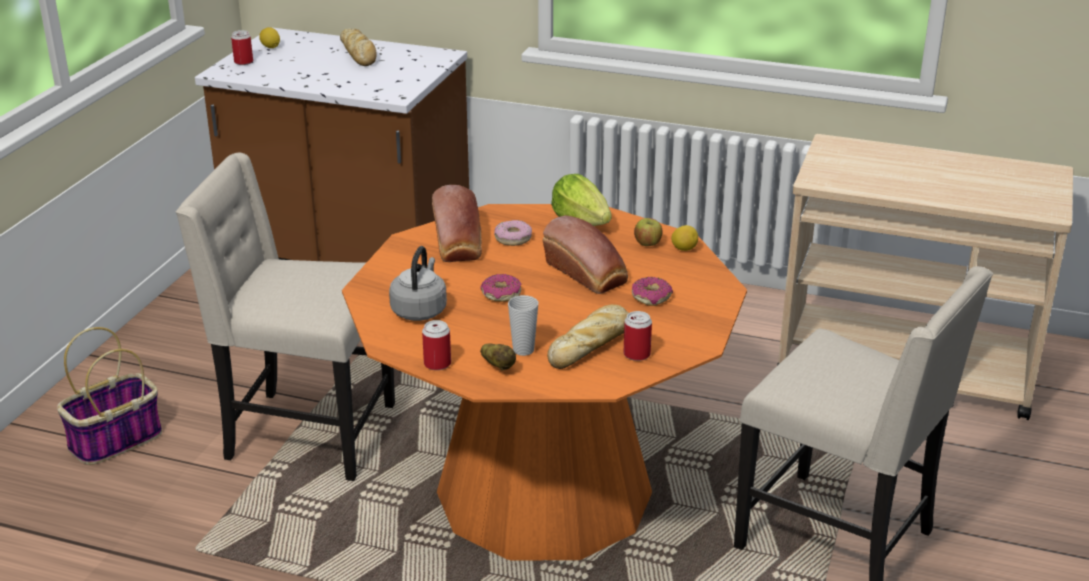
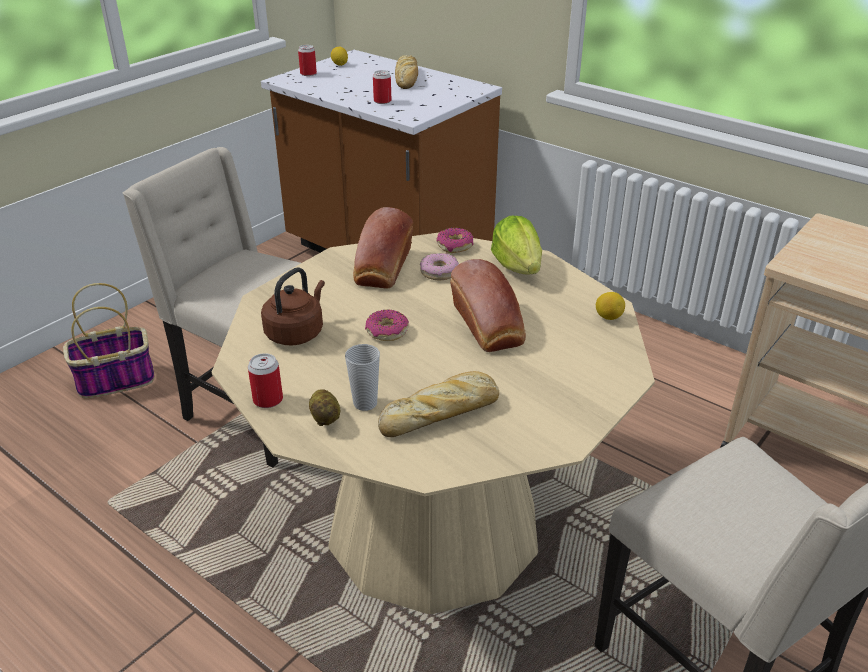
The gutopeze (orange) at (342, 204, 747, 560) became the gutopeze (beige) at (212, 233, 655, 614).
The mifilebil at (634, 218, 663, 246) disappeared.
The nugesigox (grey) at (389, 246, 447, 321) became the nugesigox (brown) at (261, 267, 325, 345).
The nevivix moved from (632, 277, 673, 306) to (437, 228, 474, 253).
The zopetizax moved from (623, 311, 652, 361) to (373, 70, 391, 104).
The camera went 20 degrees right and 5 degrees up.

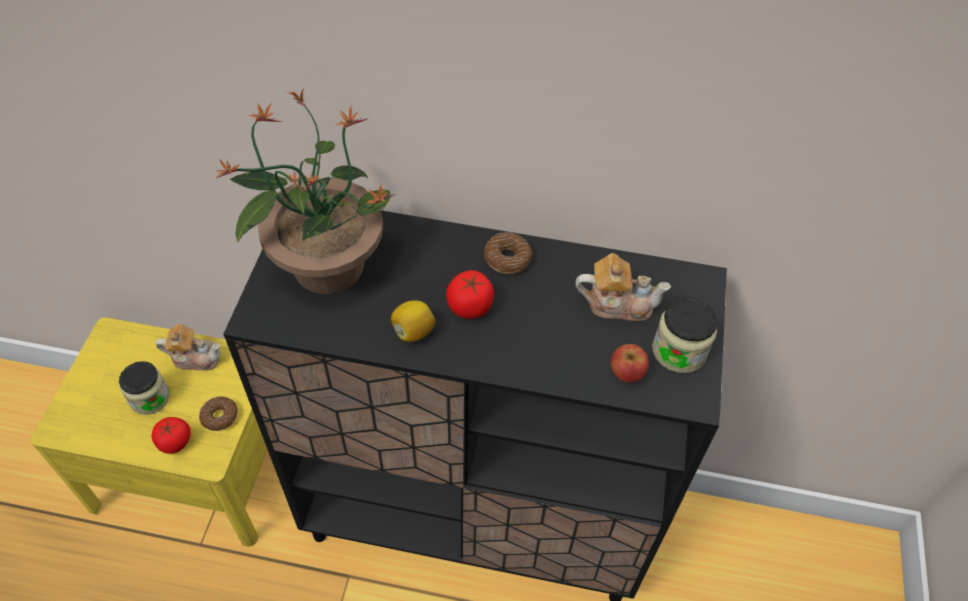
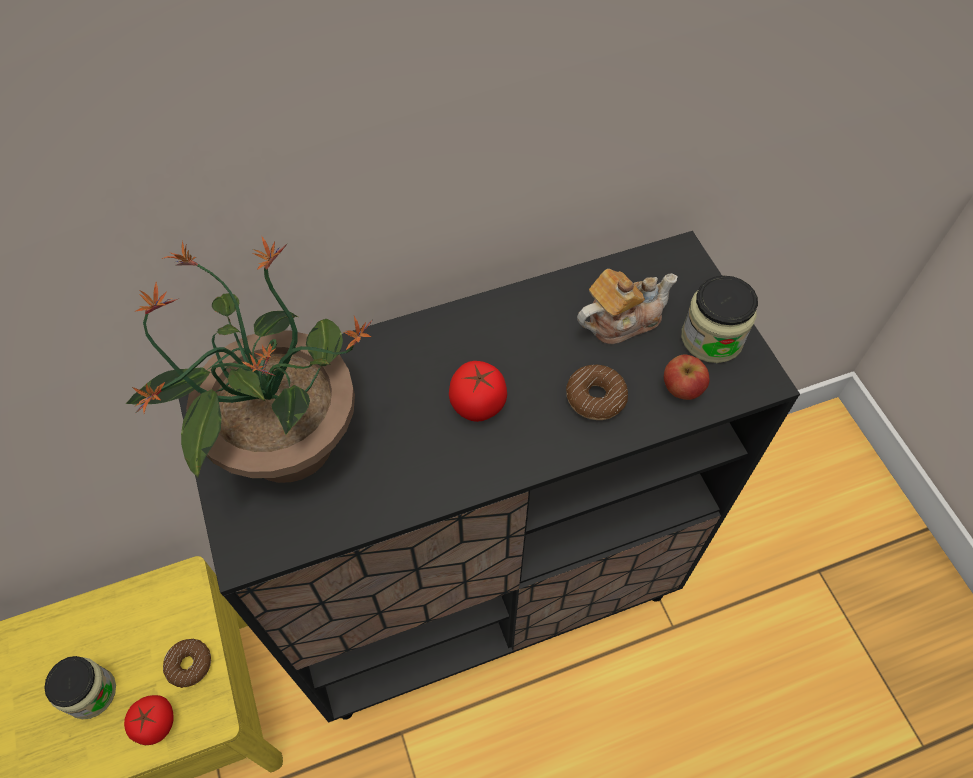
The nevivix moved from (484, 232, 532, 274) to (566, 365, 628, 420).
The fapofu at (391, 300, 435, 342) disappeared.
The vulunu at (156, 324, 221, 371) disappeared.
The camera went 30 degrees left and 5 degrees up.

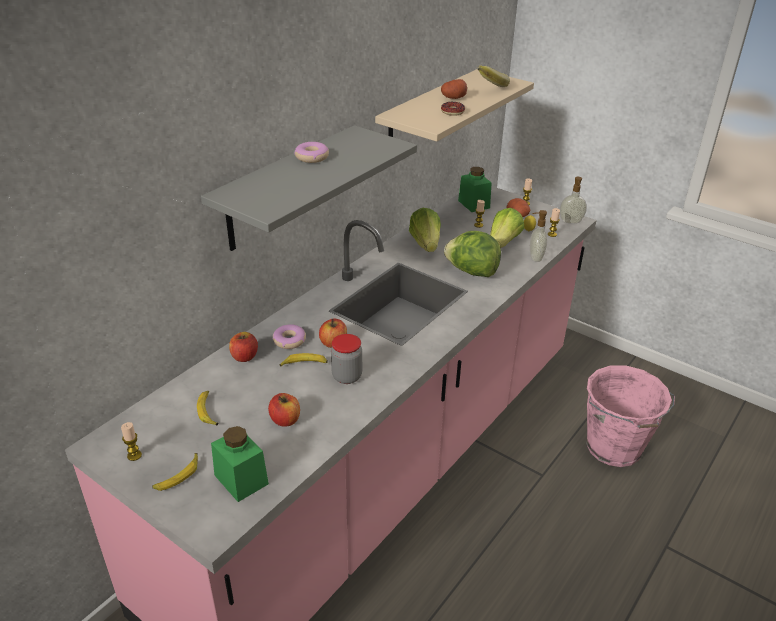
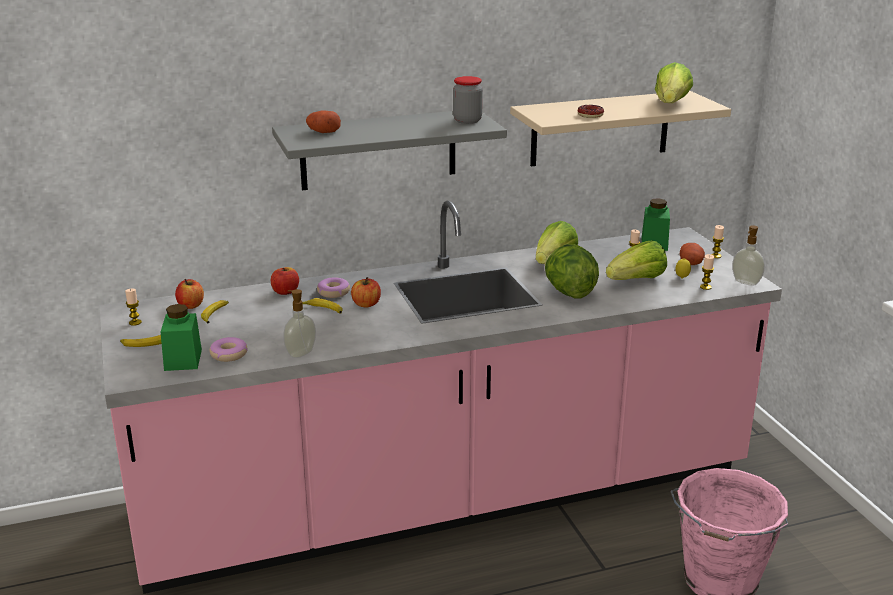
The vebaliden at (477, 65, 510, 87) was replaced by the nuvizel at (655, 62, 693, 103).
The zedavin moved from (441, 79, 467, 99) to (306, 111, 341, 133).
The nevivix moved from (294, 142, 329, 163) to (210, 337, 247, 362).
The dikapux moved from (530, 210, 547, 262) to (283, 289, 316, 358).
The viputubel moved from (331, 334, 362, 384) to (453, 76, 483, 124).
The mifilebil moved from (268, 393, 300, 427) to (175, 279, 204, 309).
The camera went 35 degrees right and 10 degrees down.

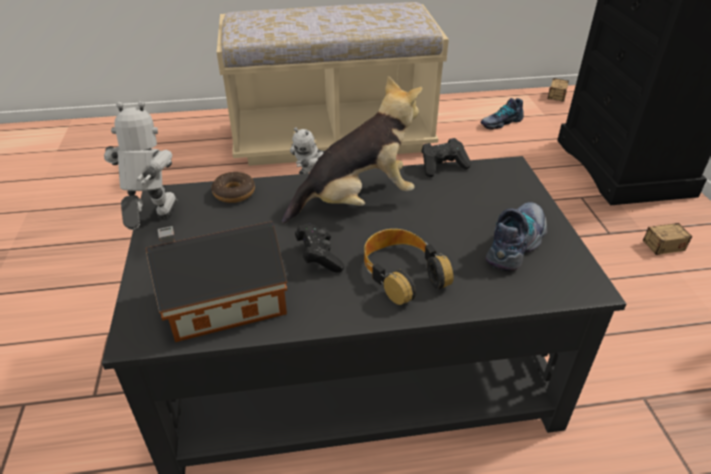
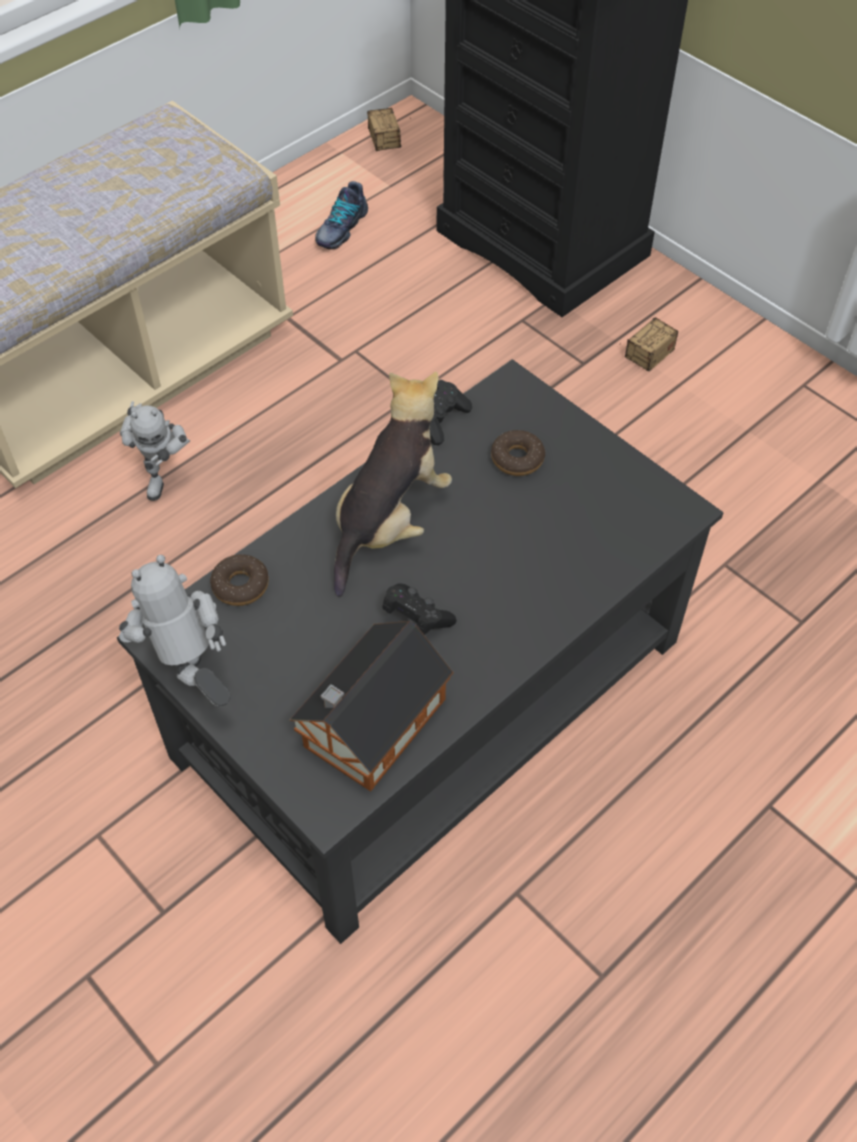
The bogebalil at (486, 202, 547, 271) disappeared.
The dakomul at (364, 229, 453, 305) disappeared.
The nevivix at (491, 430, 545, 476) appeared.
The camera went 35 degrees left and 15 degrees up.

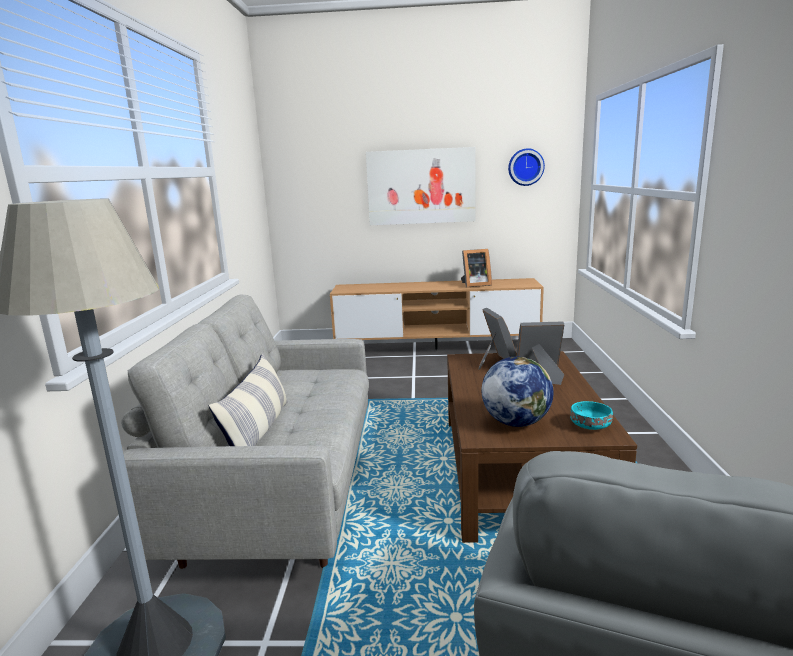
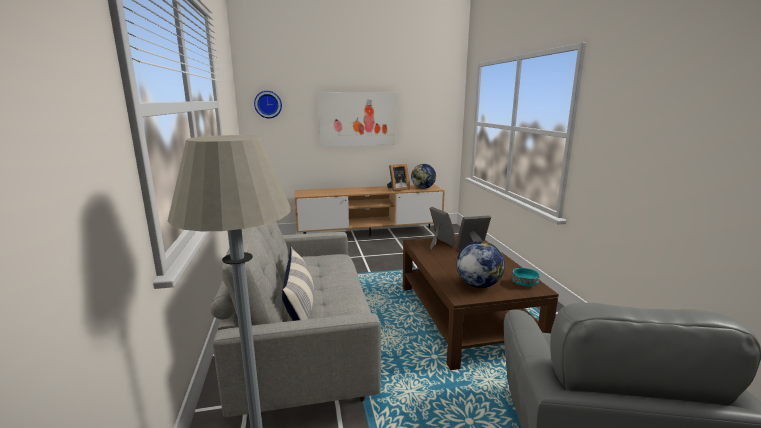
The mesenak moved from (508, 148, 545, 186) to (254, 91, 282, 118).
The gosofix at (411, 164, 436, 189) appeared.
The camera went 15 degrees left and 0 degrees up.

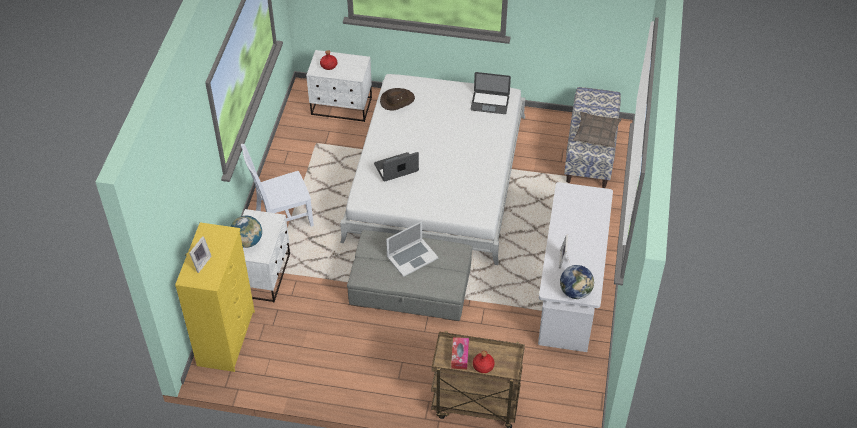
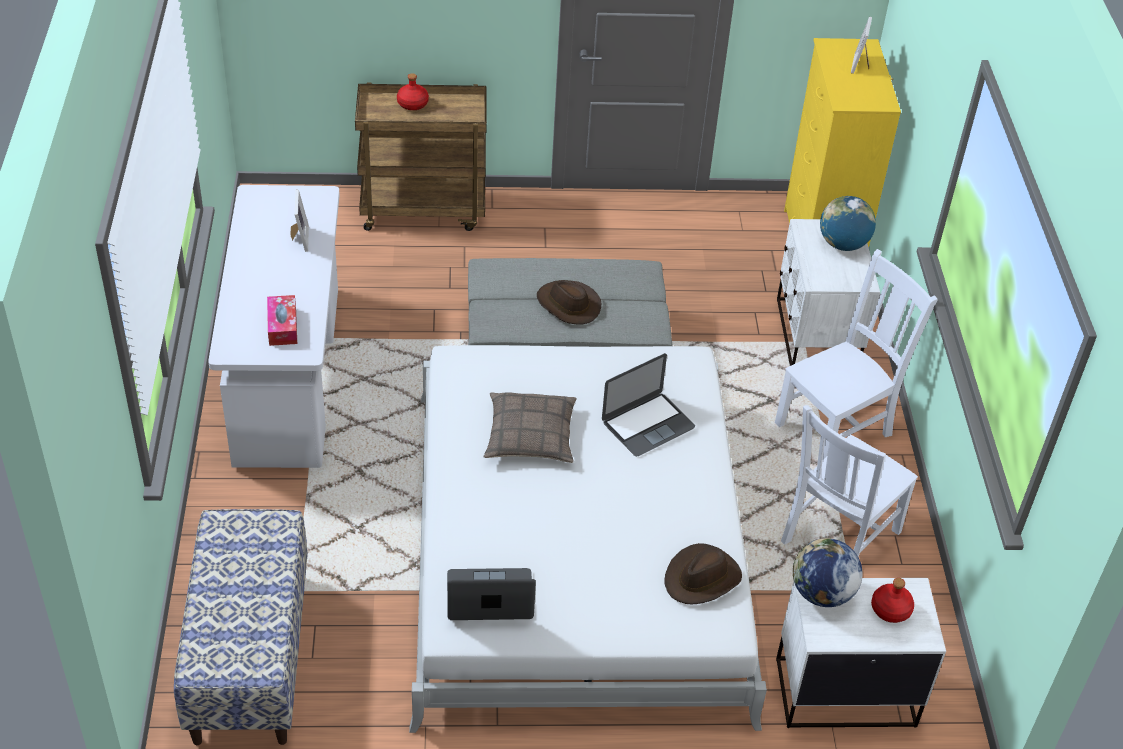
The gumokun moved from (573, 112, 622, 148) to (484, 392, 577, 463).
The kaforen at (386, 221, 439, 277) was replaced by the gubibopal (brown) at (537, 280, 601, 324).
The gosofix moved from (560, 265, 595, 299) to (793, 538, 863, 607).
The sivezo moved from (451, 337, 469, 369) to (267, 295, 297, 346).
The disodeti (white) at (781, 405, 918, 557) appeared.
The camera went 165 degrees right and 5 degrees down.

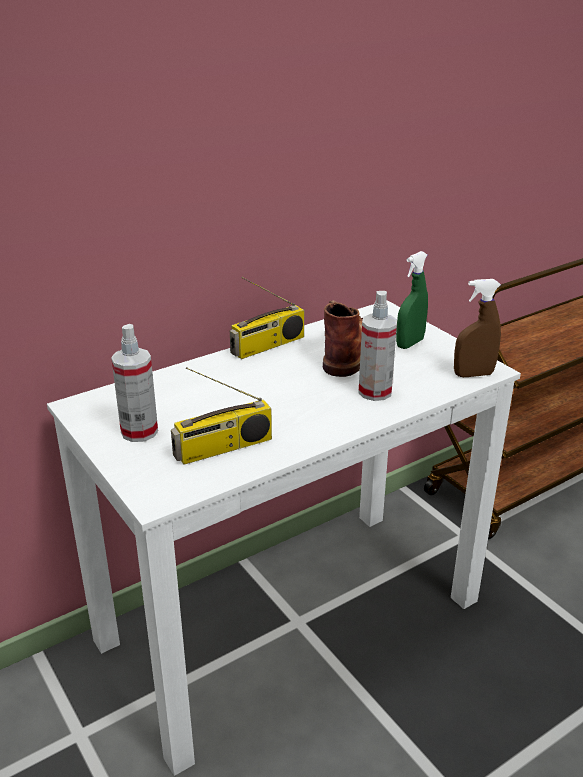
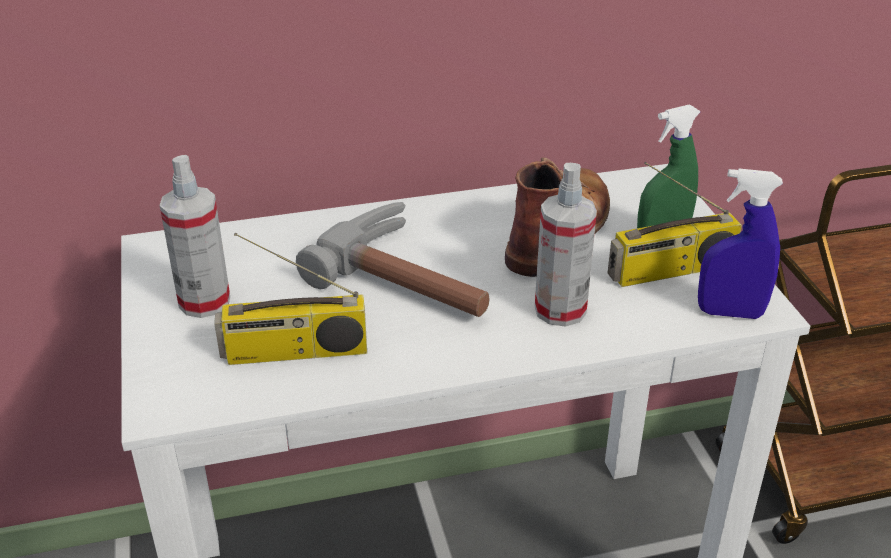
The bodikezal moved from (230, 277, 304, 359) to (608, 162, 742, 287).
The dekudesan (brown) at (454, 279, 501, 377) became the dekudesan (blue) at (698, 168, 783, 319).
The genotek at (296, 202, 489, 317) appeared.
The camera went 20 degrees right and 5 degrees up.

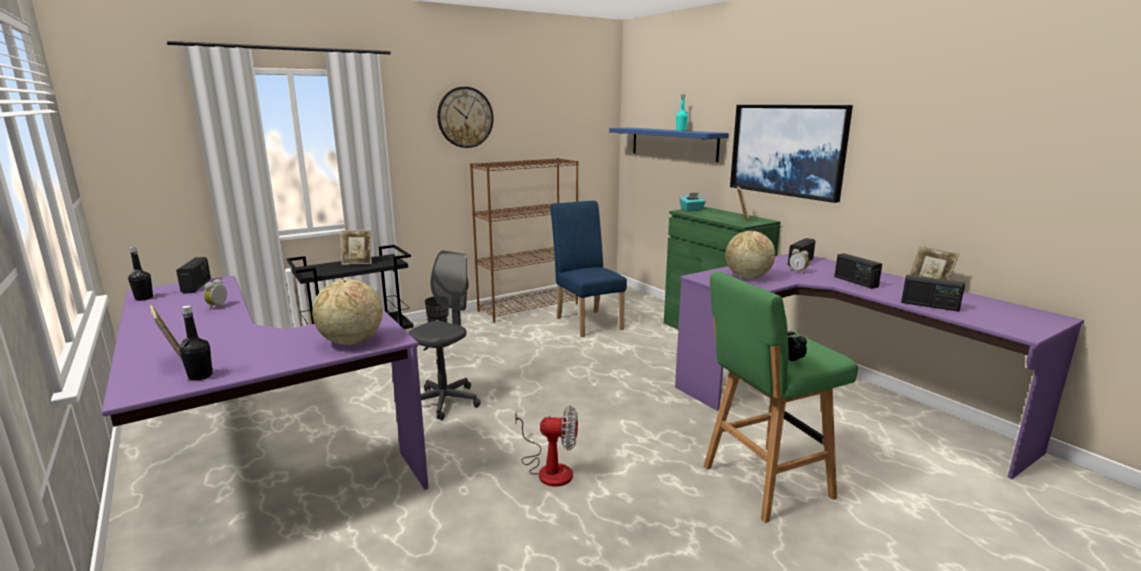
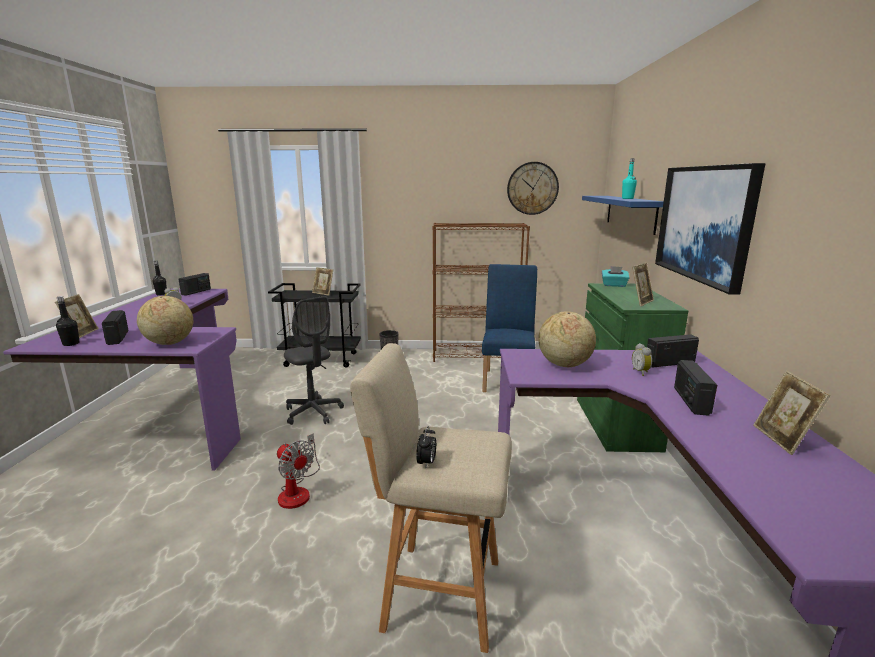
The mesenak moved from (437, 87, 493, 148) to (507, 162, 559, 215).
The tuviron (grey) at (409, 250, 481, 420) turned 75 degrees clockwise.
The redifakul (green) at (703, 272, 858, 523) became the redifakul (beige) at (350, 343, 512, 653).
The bodikezal moved from (901, 275, 965, 312) to (102, 310, 129, 345).
The camera went 35 degrees right and 0 degrees up.

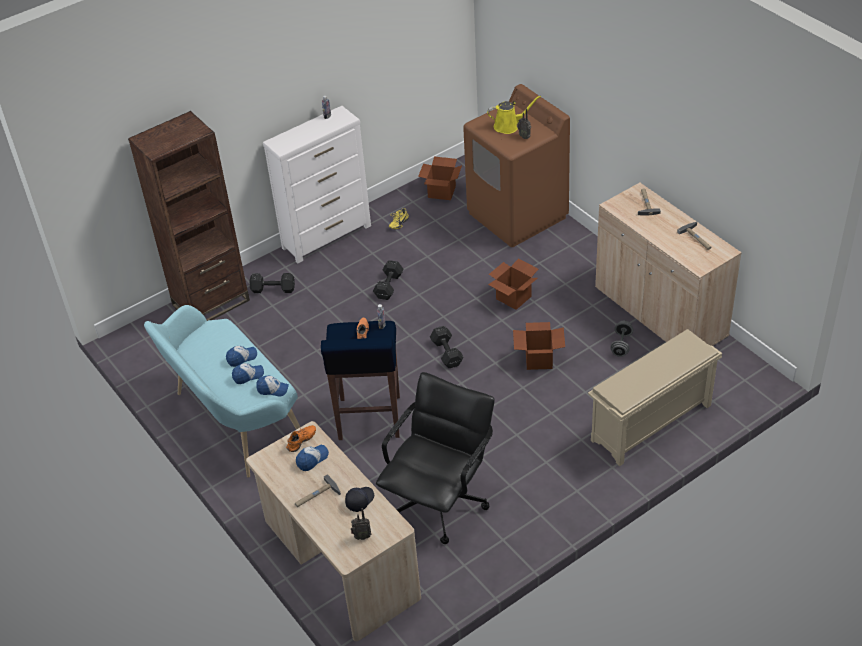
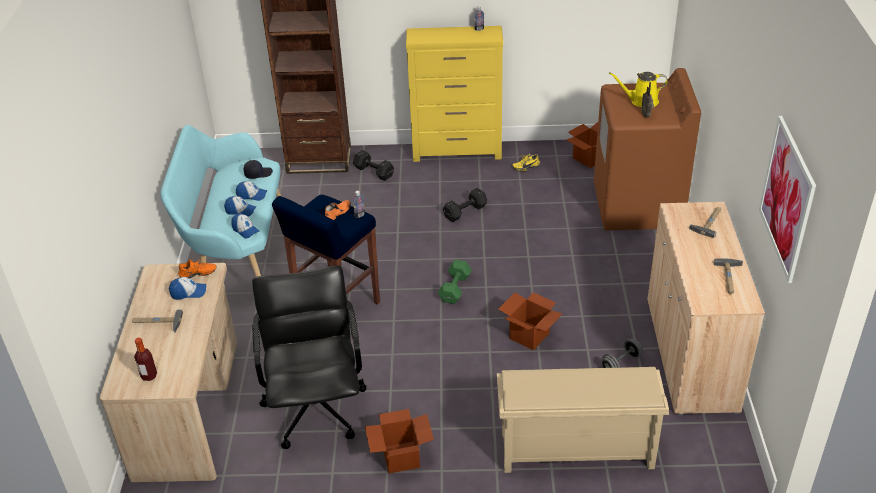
The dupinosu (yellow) at (487, 95, 541, 134) turned 150 degrees clockwise.
The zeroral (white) at (263, 106, 371, 263) became the zeroral (yellow) at (406, 26, 503, 162).
The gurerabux moved from (488, 258, 538, 310) to (365, 409, 434, 474).
The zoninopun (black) at (430, 326, 464, 368) became the zoninopun (green) at (438, 260, 472, 304).
The tuviron (black) at (376, 372, 495, 544) turned 75 degrees counterclockwise.
The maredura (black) moved from (345, 487, 374, 512) to (244, 160, 273, 179).
The bodikezal at (351, 508, 371, 540) was replaced by the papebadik at (134, 338, 157, 381).
The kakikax at (759, 116, 816, 283) appeared.
The camera went 35 degrees right and 5 degrees down.

